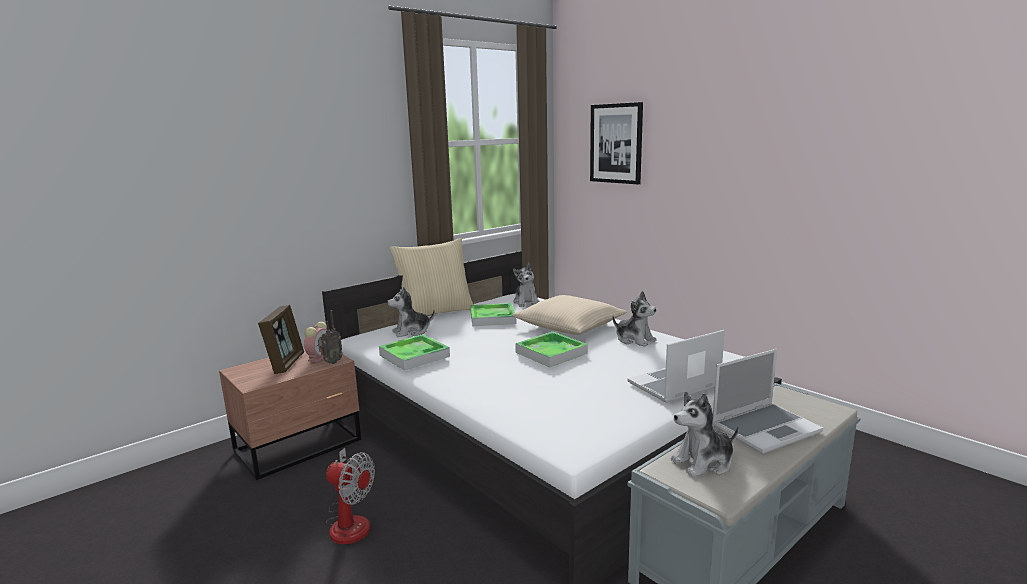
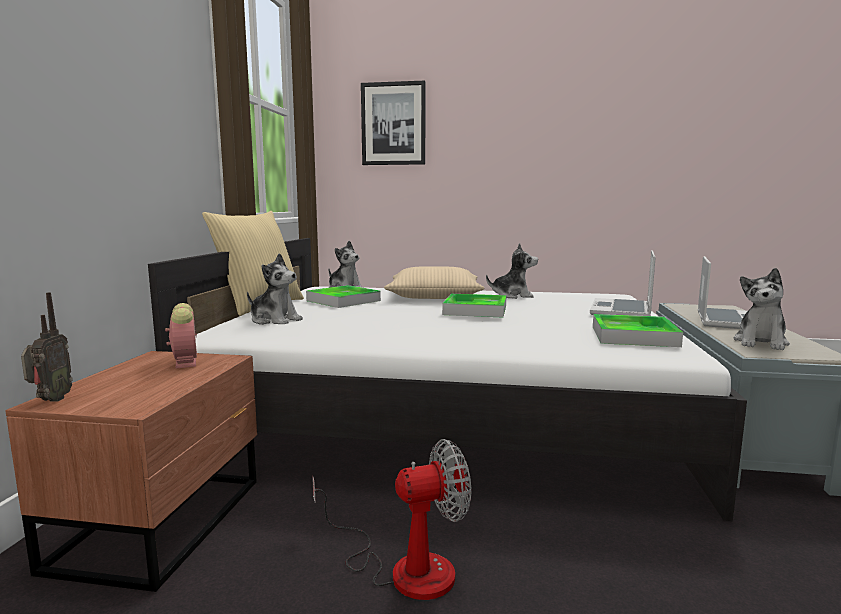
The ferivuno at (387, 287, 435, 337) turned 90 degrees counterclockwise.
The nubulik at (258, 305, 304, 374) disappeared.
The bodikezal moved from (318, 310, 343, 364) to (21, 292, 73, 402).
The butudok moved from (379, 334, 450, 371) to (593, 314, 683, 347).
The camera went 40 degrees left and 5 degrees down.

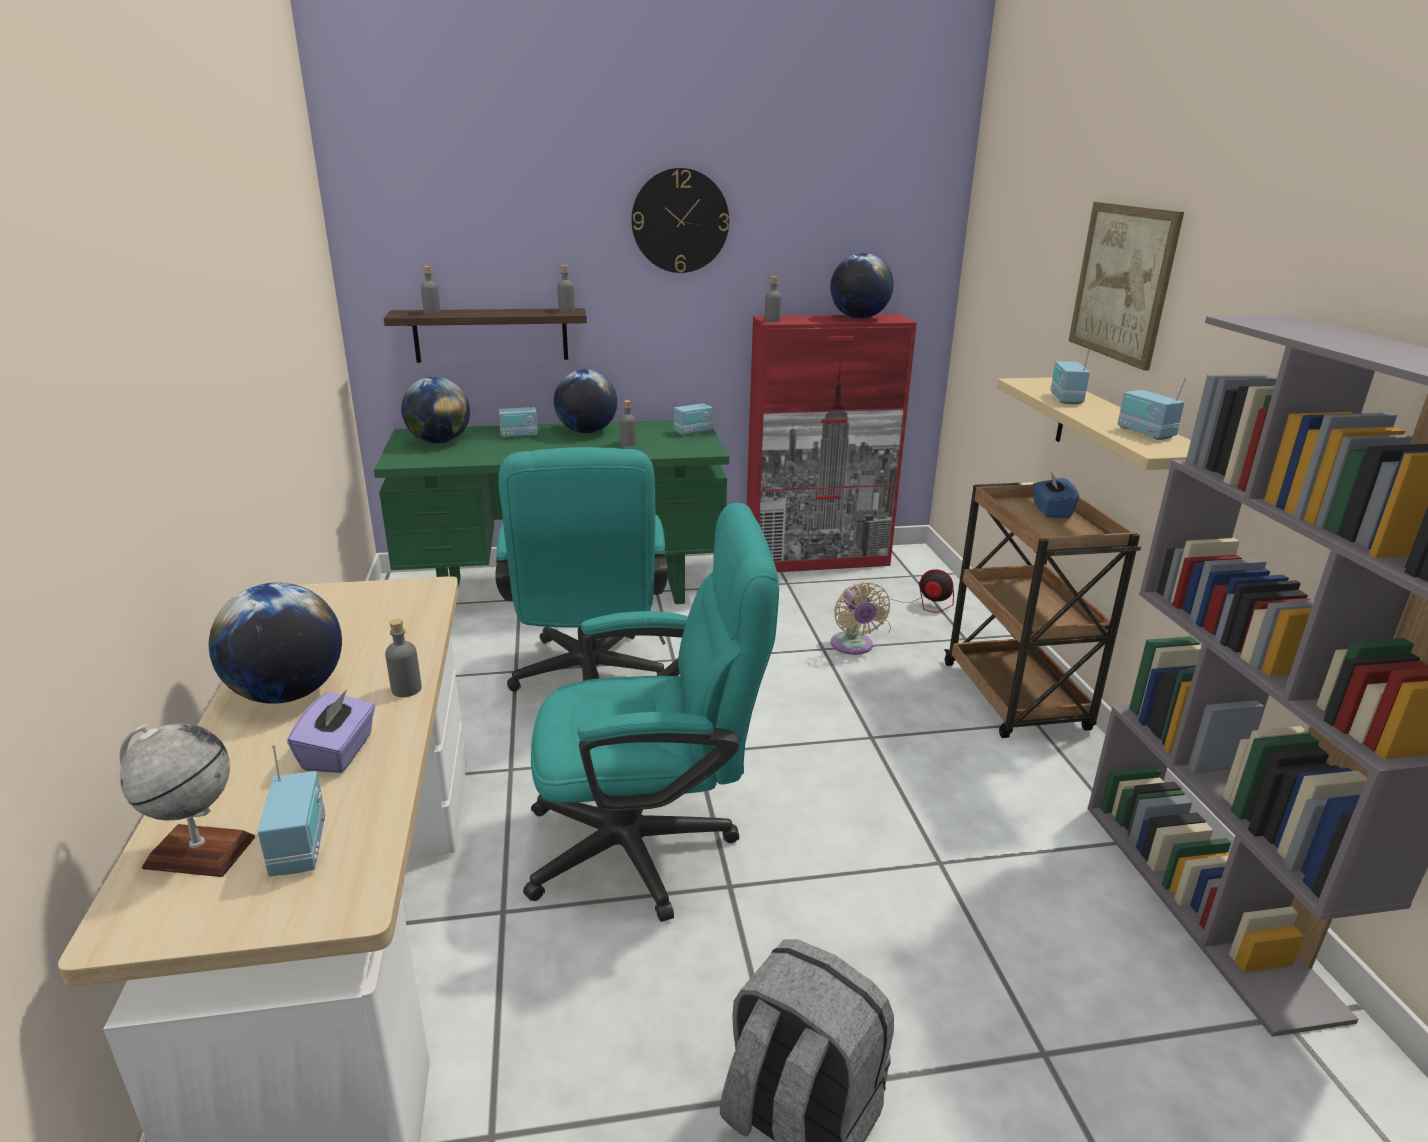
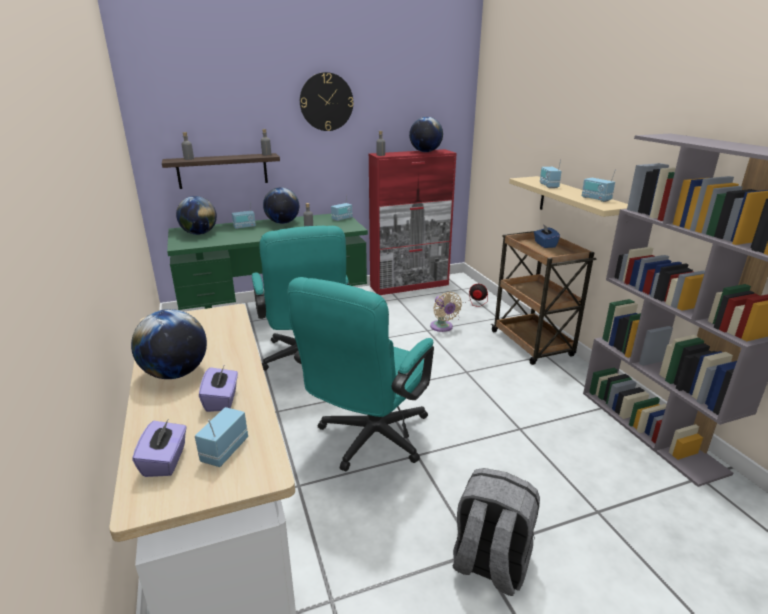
The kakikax at (1069, 202, 1184, 371) disappeared.
The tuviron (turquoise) at (523, 503, 779, 922) turned 135 degrees clockwise.
The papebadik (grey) at (385, 619, 422, 697) disappeared.
The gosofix at (119, 723, 255, 877) was replaced by the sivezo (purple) at (132, 420, 187, 477).
The bodikezal at (258, 744, 325, 877) turned 135 degrees counterclockwise.
The camera went 10 degrees left and 0 degrees up.

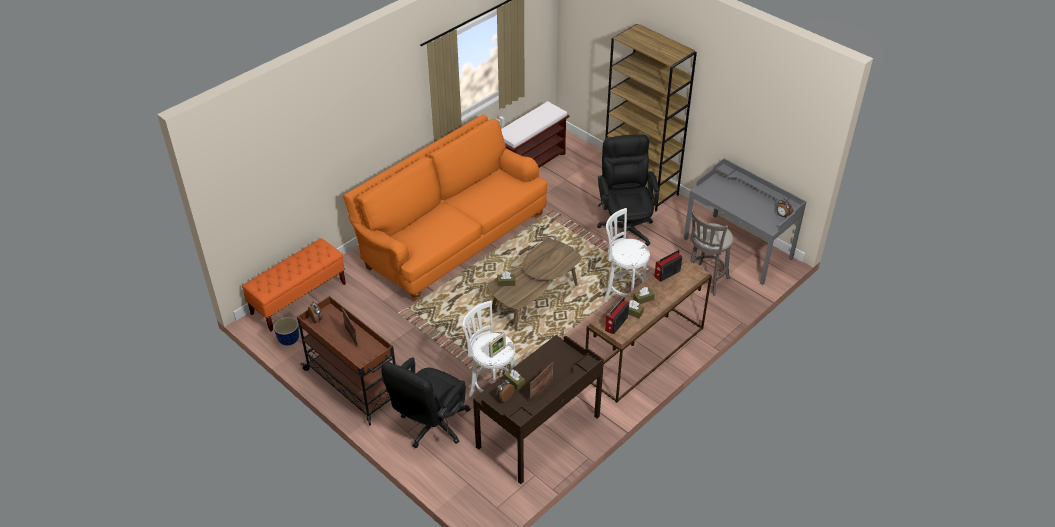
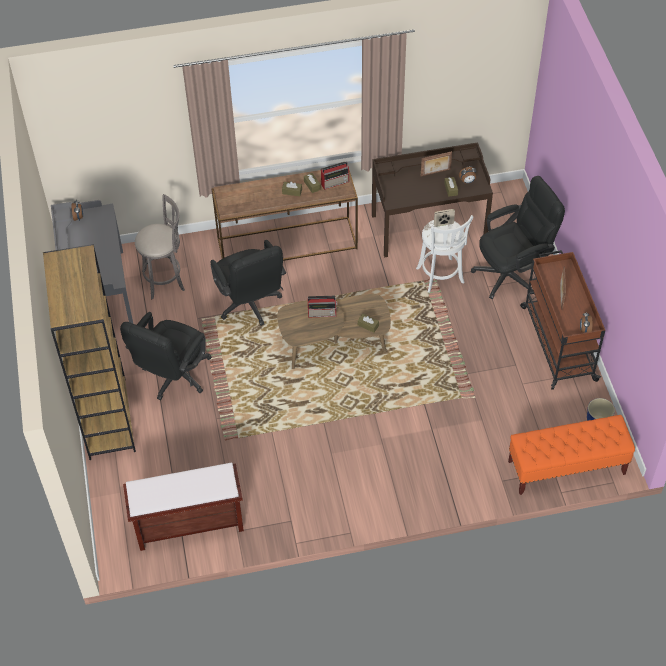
The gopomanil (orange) at (343, 115, 547, 301) disappeared.
The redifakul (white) at (604, 208, 650, 301) was replaced by the tuviron (black) at (210, 240, 286, 326).
The bodikezal moved from (654, 250, 682, 282) to (308, 296, 338, 318).
The camera went 145 degrees left and 10 degrees up.

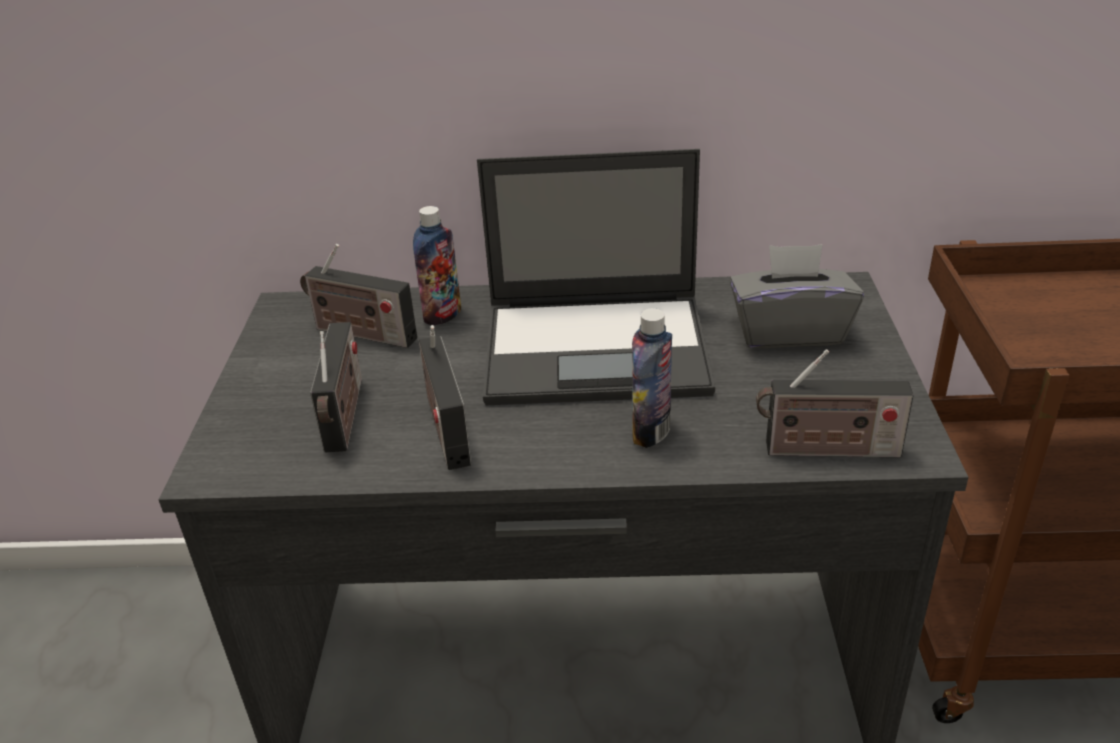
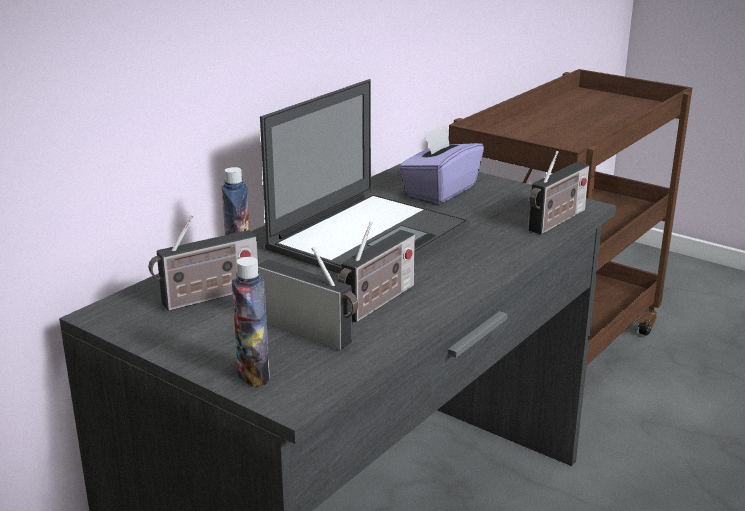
The sivezo (grey) at (729, 244, 864, 348) became the sivezo (purple) at (399, 124, 484, 204).
The papebadik moved from (632, 308, 672, 448) to (232, 257, 270, 387).
The bodikezal at (419, 325, 472, 470) turned 75 degrees counterclockwise.
The camera went 55 degrees left and 10 degrees down.

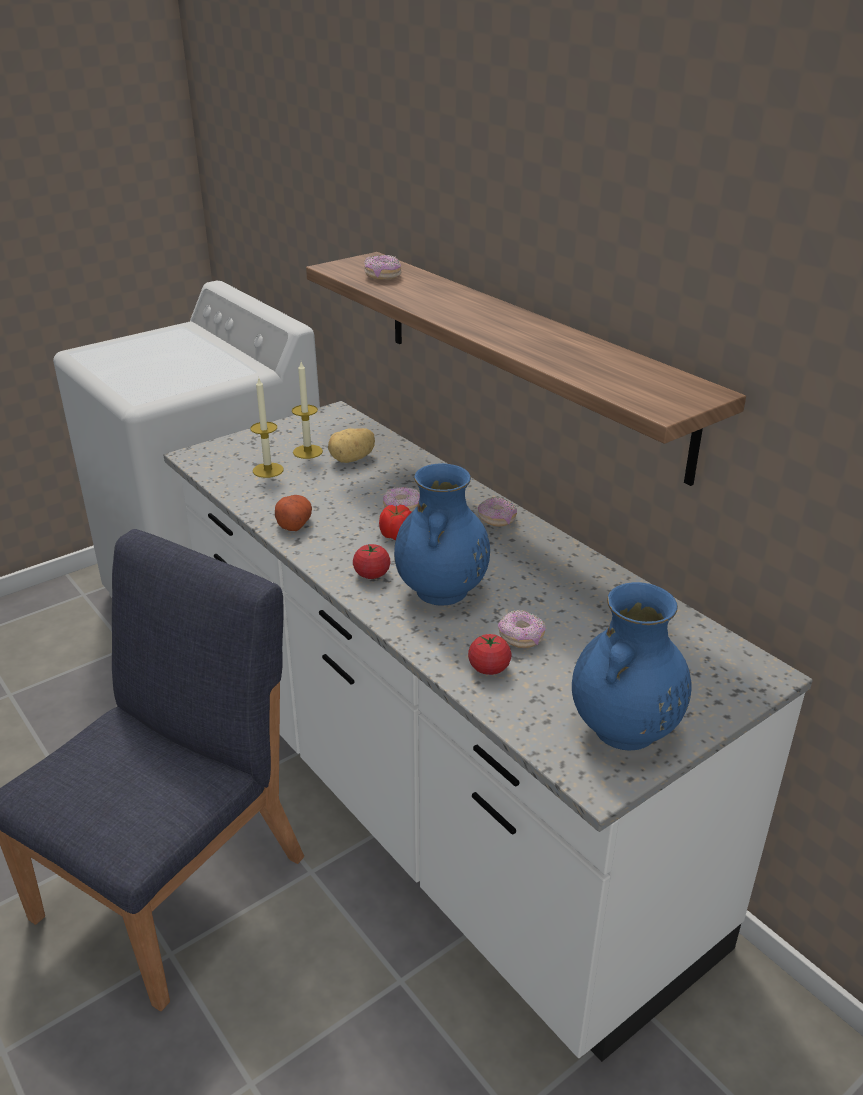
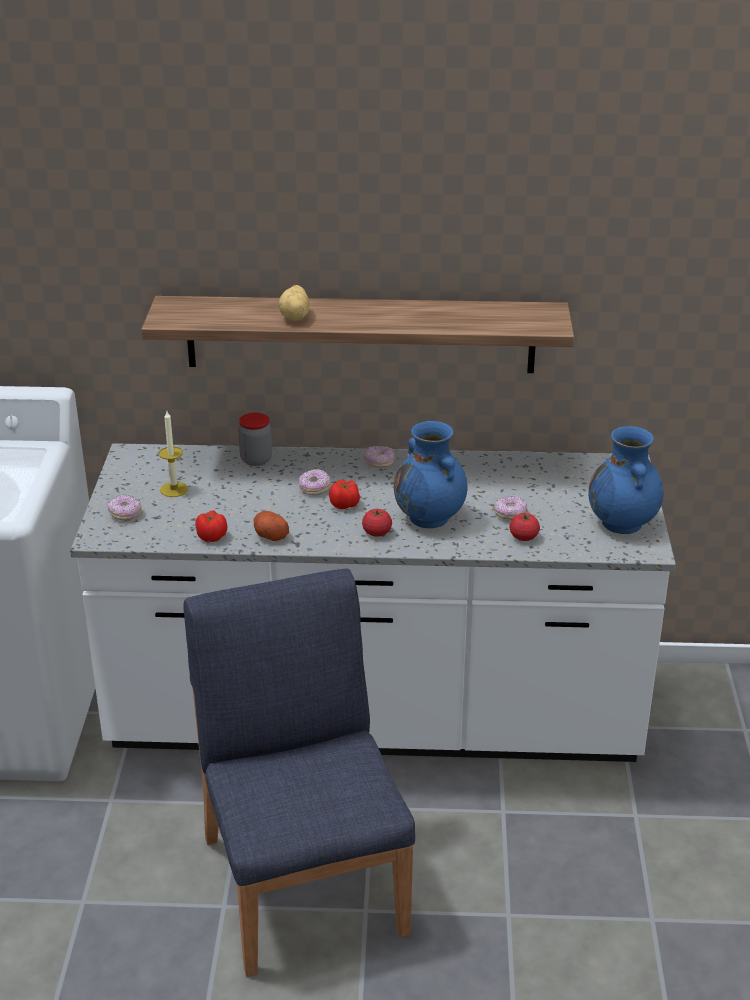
The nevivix moved from (364, 255, 401, 280) to (108, 494, 141, 521).
The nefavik at (250, 378, 283, 478) disappeared.
The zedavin moved from (328, 428, 375, 463) to (279, 285, 310, 321).
The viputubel at (238, 413, 272, 466) appeared.
The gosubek at (195, 510, 227, 542) appeared.
The camera went 50 degrees left and 0 degrees up.

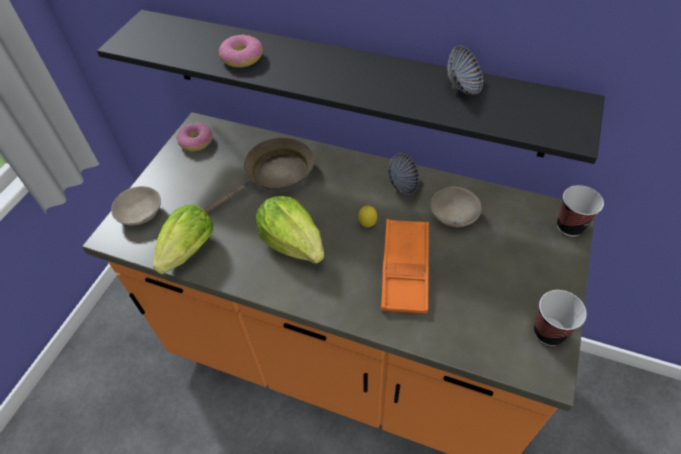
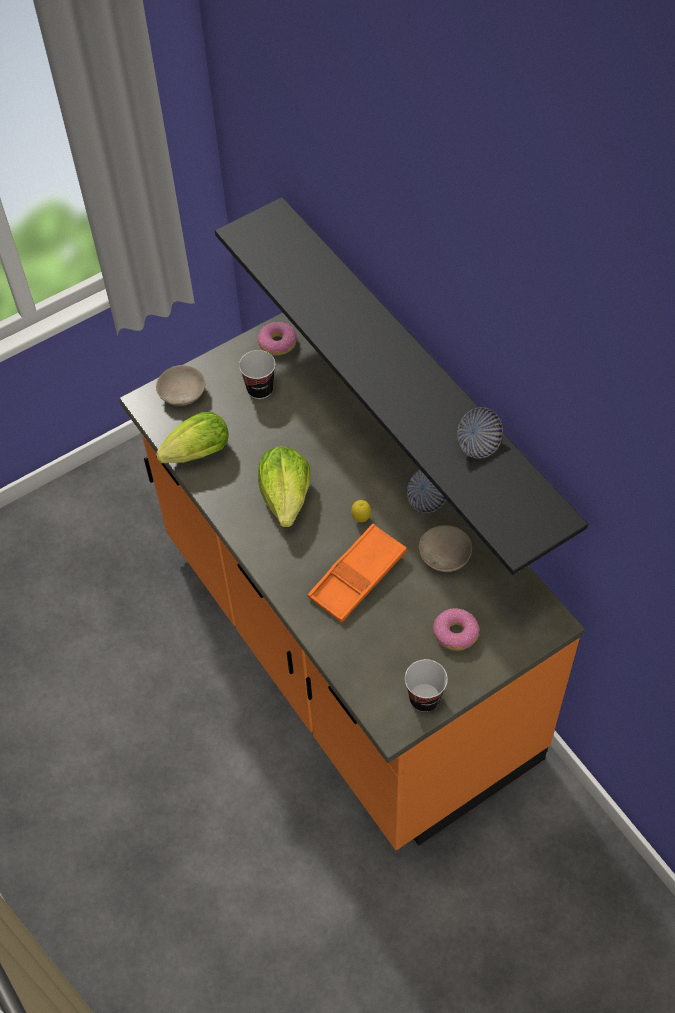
The nevivix moved from (218, 35, 263, 68) to (433, 608, 480, 651).
The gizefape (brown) at (204, 137, 314, 213) disappeared.
The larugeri moved from (557, 185, 604, 237) to (239, 350, 276, 399).
The camera went 35 degrees right and 5 degrees up.

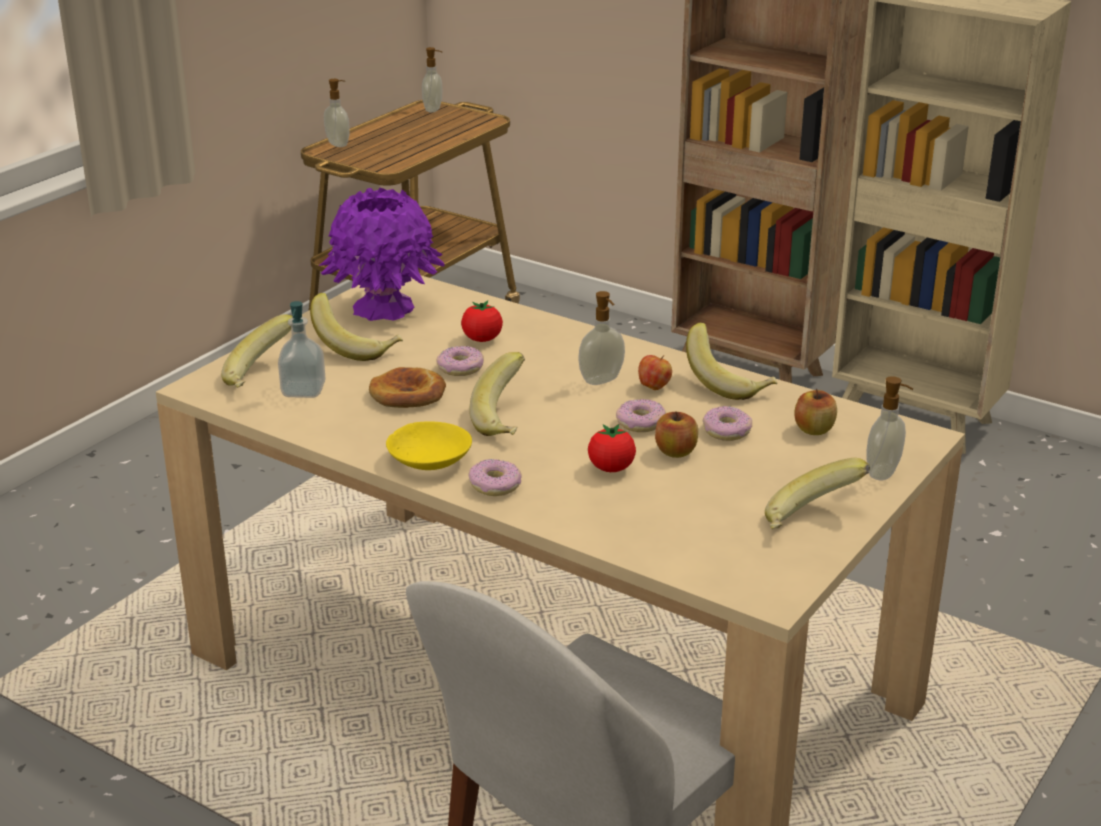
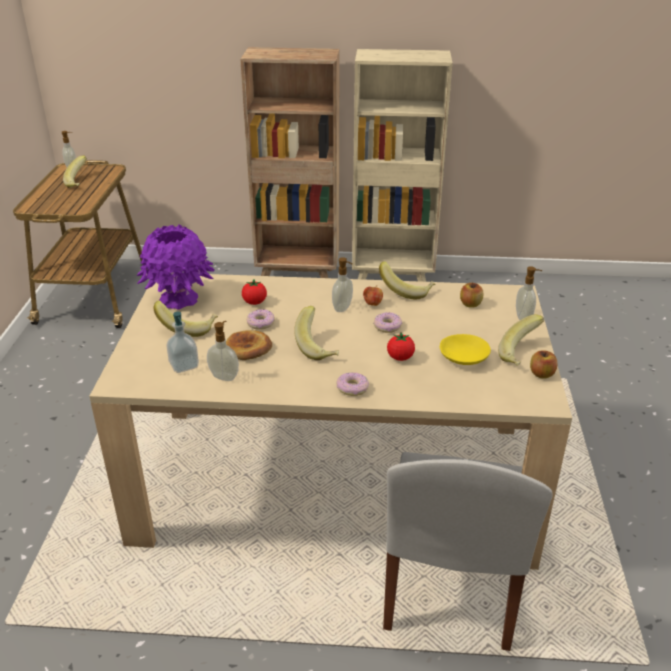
The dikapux moved from (324, 79, 350, 147) to (207, 321, 239, 381).
The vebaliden moved from (221, 314, 293, 388) to (63, 156, 87, 188).
The nevivix at (703, 406, 752, 441) disappeared.
The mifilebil moved from (655, 411, 698, 458) to (530, 350, 557, 379).
The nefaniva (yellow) moved from (386, 421, 472, 470) to (440, 334, 491, 365).
The camera went 30 degrees left and 5 degrees up.

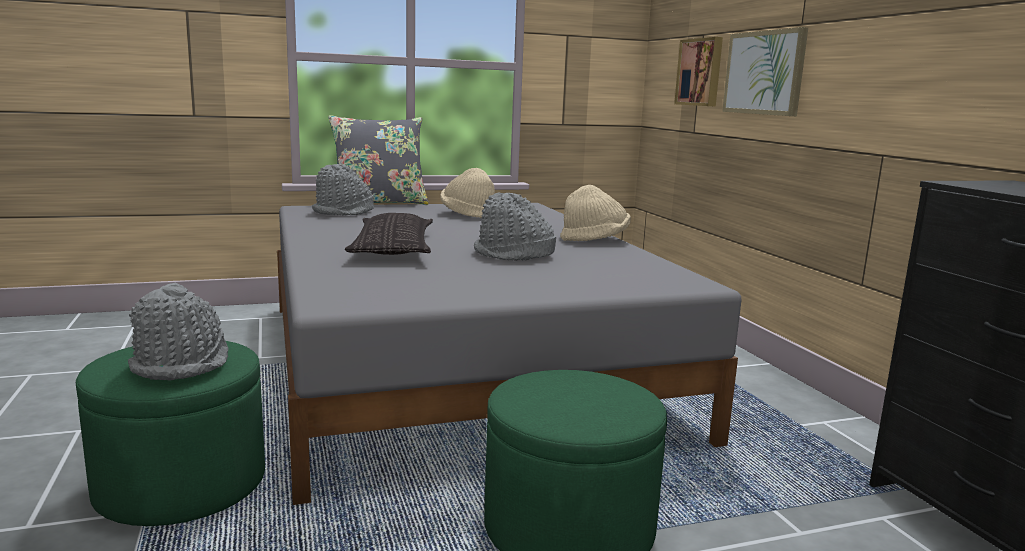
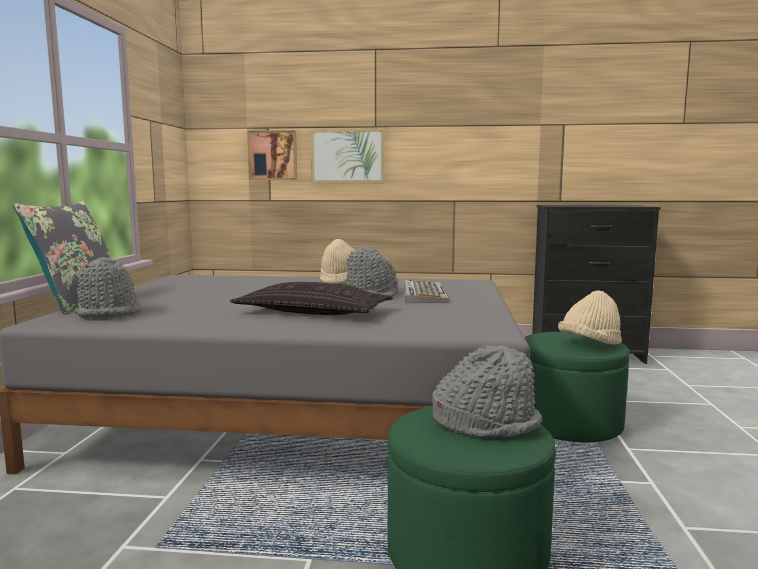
The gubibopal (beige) moved from (440, 168, 495, 218) to (558, 290, 622, 345).
The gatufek at (403, 280, 450, 303) appeared.
The camera went 65 degrees left and 5 degrees down.

